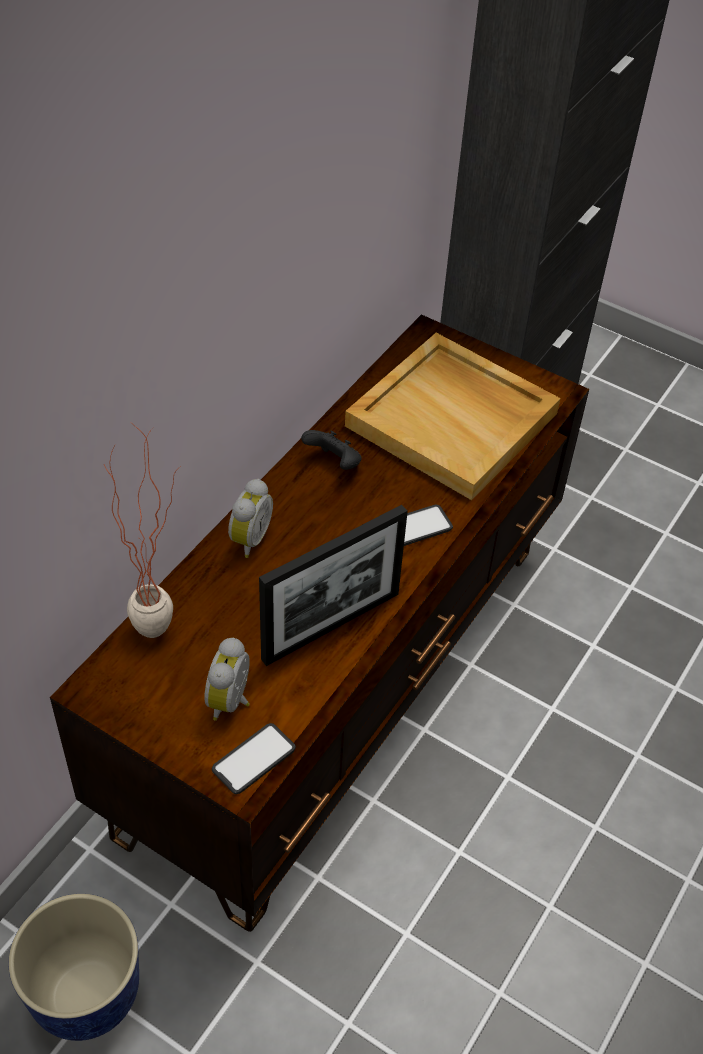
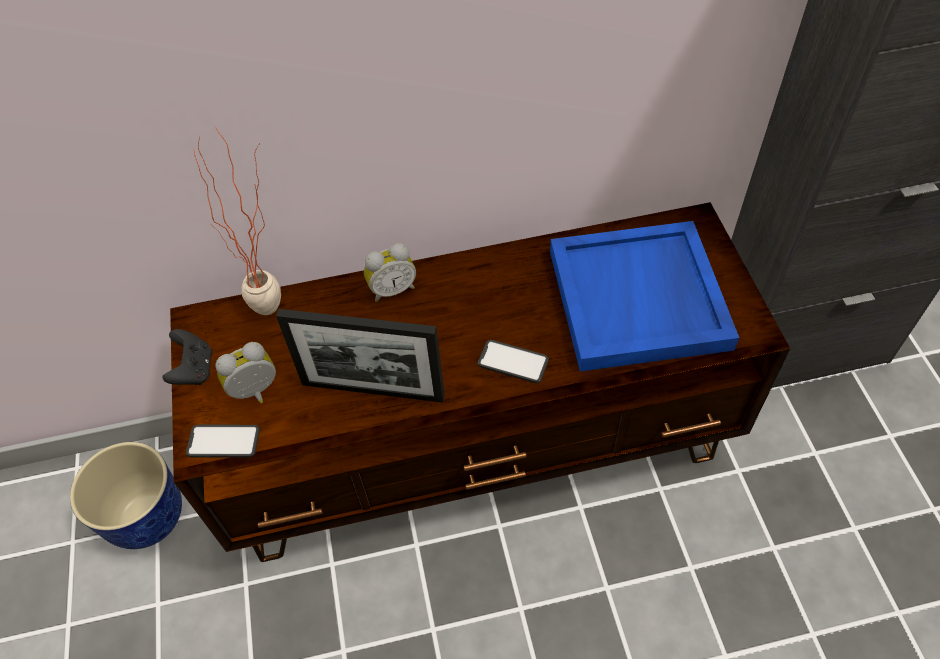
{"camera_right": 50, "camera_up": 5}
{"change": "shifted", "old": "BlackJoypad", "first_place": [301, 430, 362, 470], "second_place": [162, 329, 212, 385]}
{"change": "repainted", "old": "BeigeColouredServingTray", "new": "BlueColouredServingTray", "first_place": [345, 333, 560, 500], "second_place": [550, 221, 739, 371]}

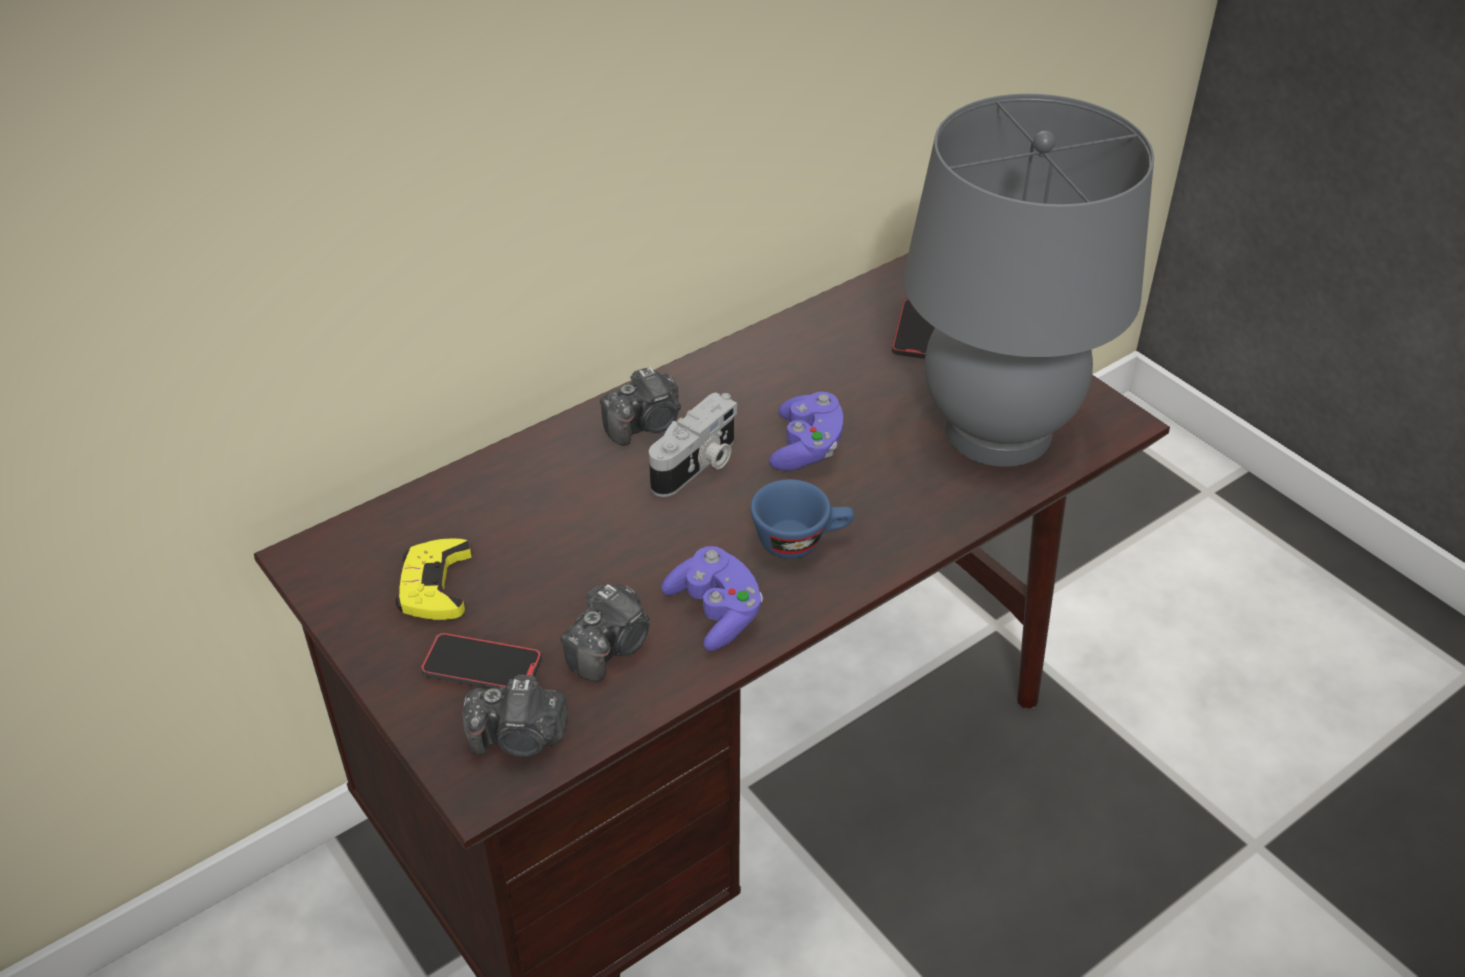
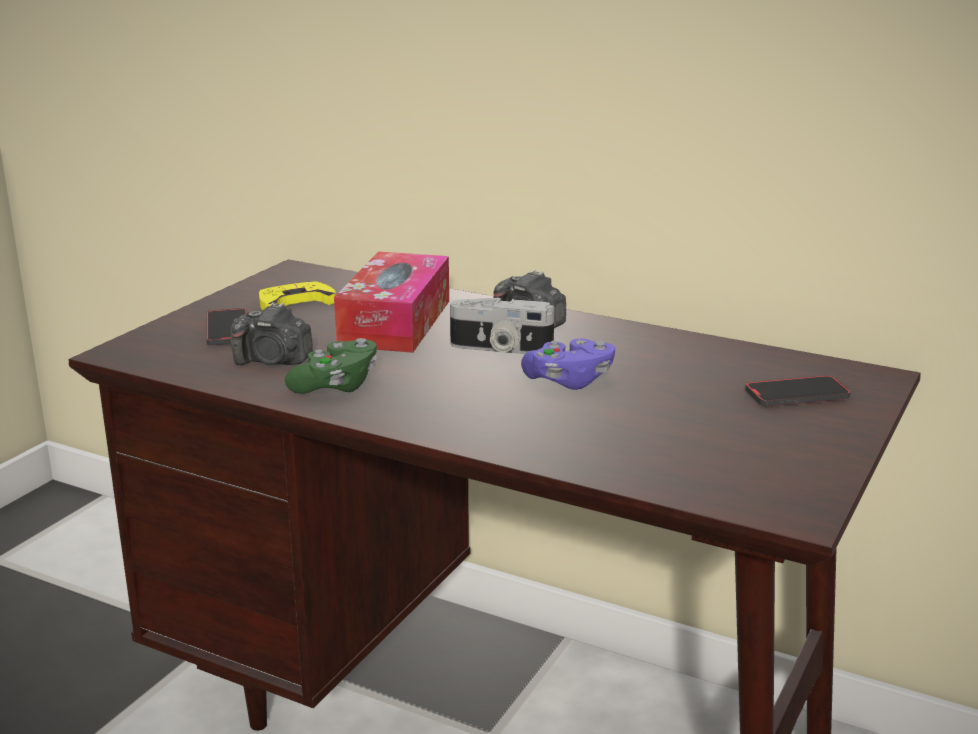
{"camera_right": 65, "camera_up": -20}
{"change": "repainted", "old": "PurpleJoypad", "new": "GreenJoypad", "first_place": [661, 546, 763, 651], "second_place": [285, 338, 377, 394]}
{"change": "new", "new": "BoxOfTissues", "second_place": [334, 252, 449, 353]}
{"change": "gone", "old": "PhotoCamera", "first_place": [462, 675, 568, 757]}
{"change": "gone", "old": "BlueColouredSmallCup", "first_place": [750, 479, 854, 559]}
{"change": "gone", "old": "GreyishTableLamp", "first_place": [904, 94, 1154, 467]}

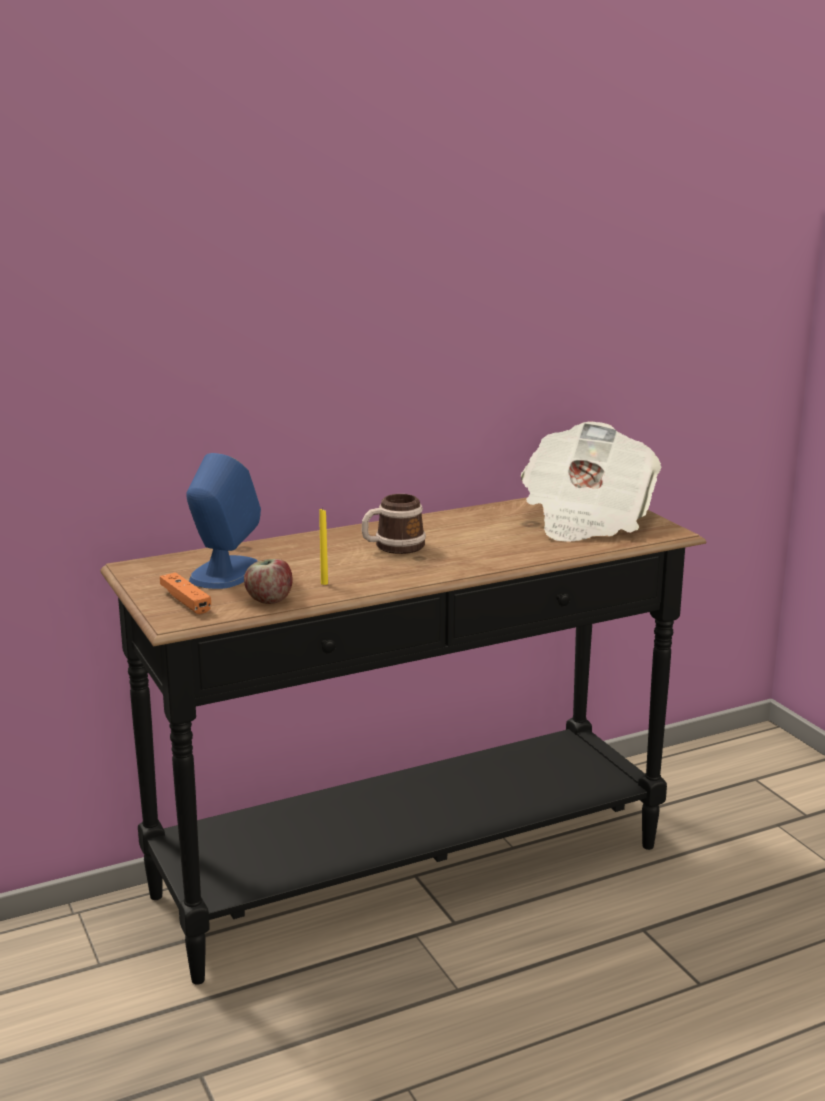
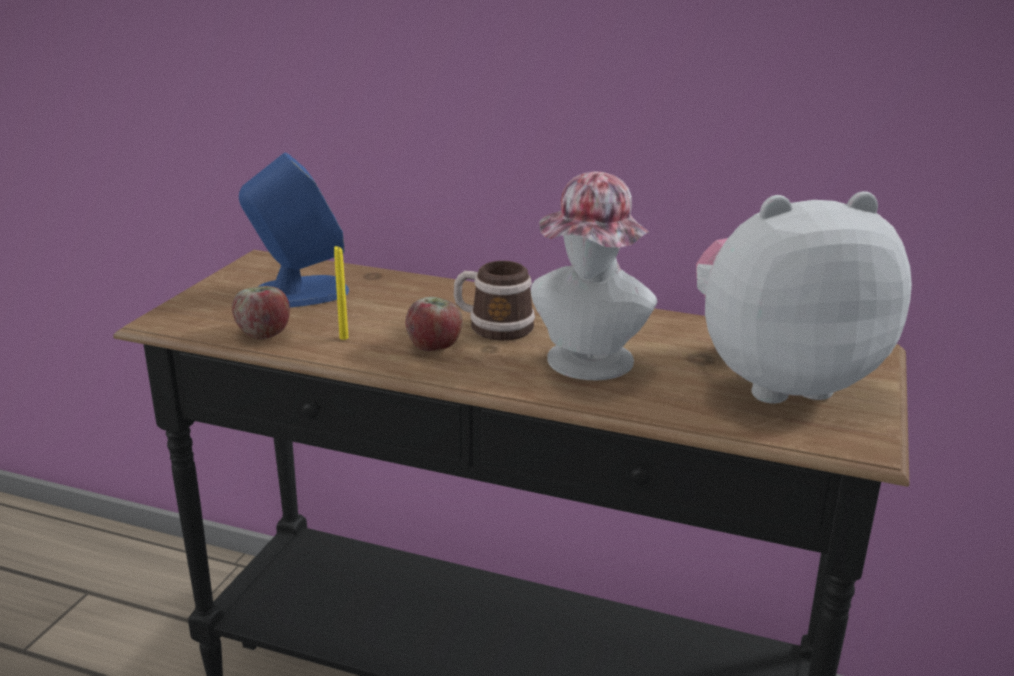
{"camera_right": 45, "camera_up": 5}
{"change": "new", "new": "Apple", "second_place": [405, 297, 463, 351]}
{"change": "new", "new": "WearableHat", "second_place": [531, 171, 658, 380]}
{"change": "swapped", "old": "Newspaper", "new": "CuddlyToy", "first_place": [521, 422, 661, 542], "second_place": [696, 191, 912, 403]}
{"change": "gone", "old": "OrangeColouredJoypad", "first_place": [160, 572, 211, 614]}

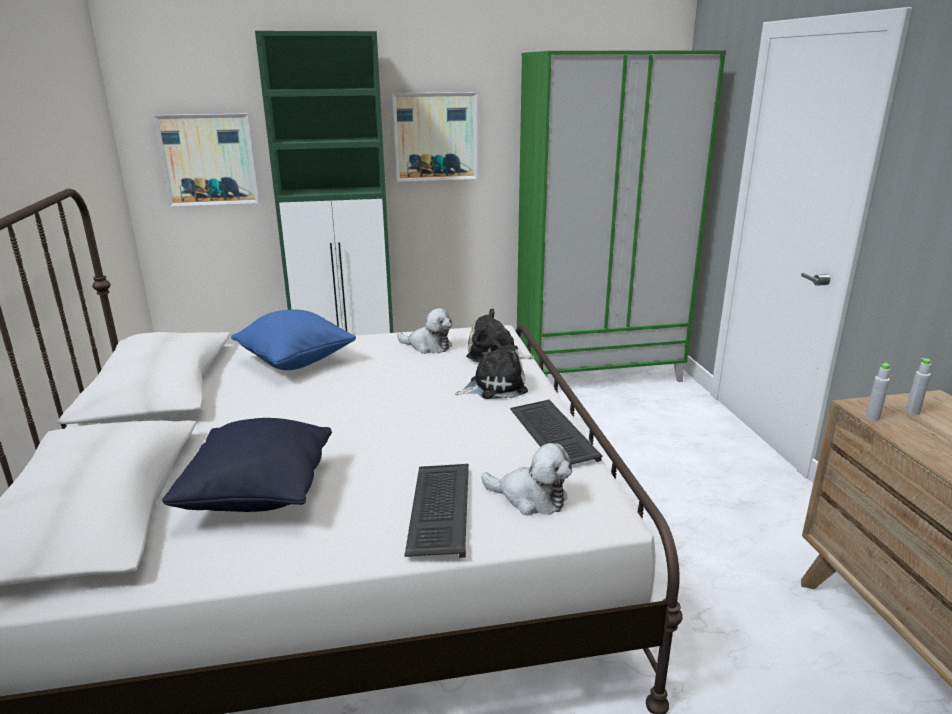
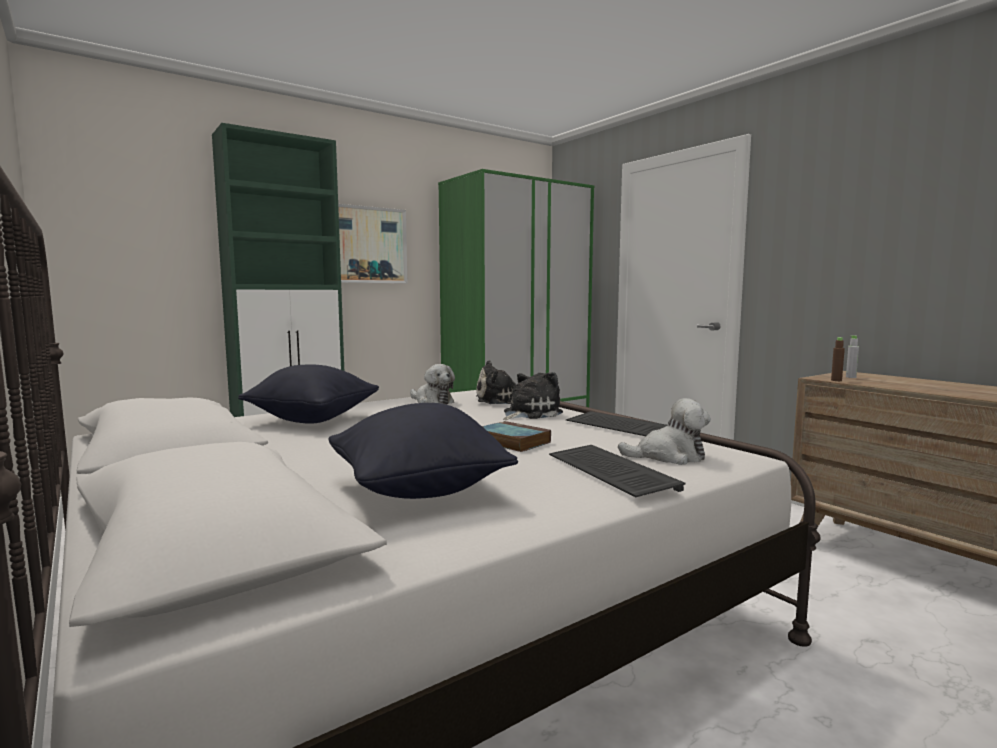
{"camera_right": -25, "camera_up": -15}
{"change": "repainted", "old": "BlueColouredPillow", "new": "BlackPillow", "first_place": [231, 310, 356, 370], "second_place": [238, 365, 379, 424]}
{"change": "rotated", "old": "CuddlyToy", "first_place": [397, 308, 452, 354], "second_place": [410, 364, 455, 404], "degrees": 45}
{"change": "new", "new": "Book", "second_place": [482, 421, 551, 452]}
{"change": "repainted", "old": "GreyishBottle", "new": "BrownBottle", "first_place": [866, 363, 890, 421], "second_place": [831, 337, 845, 381]}
{"change": "gone", "old": "WallArt", "first_place": [154, 113, 260, 207]}

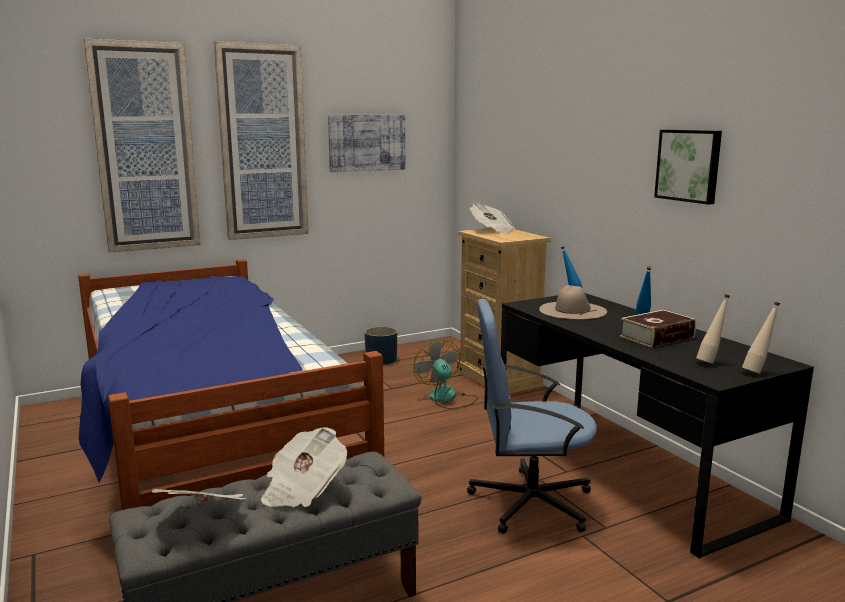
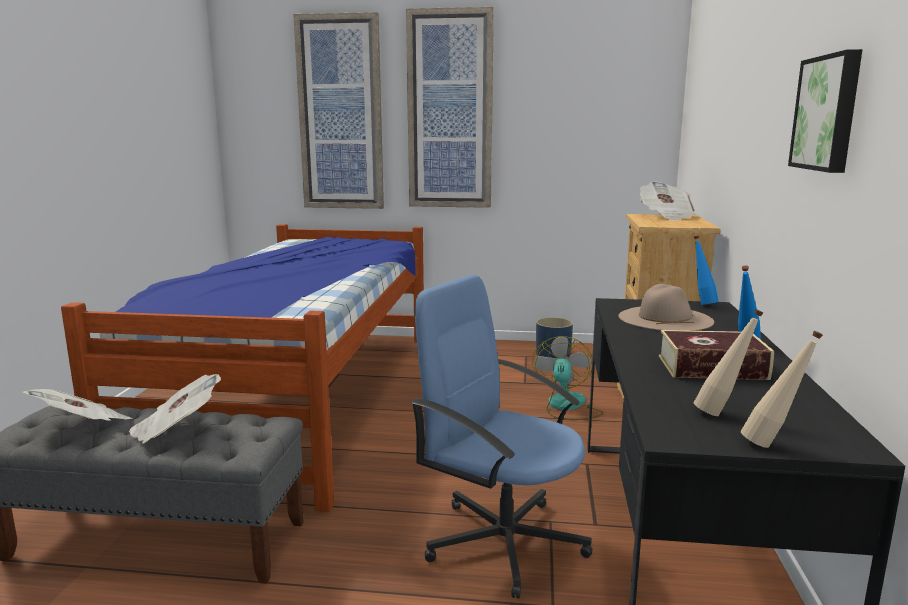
{"camera_right": 35, "camera_up": 0}
{"change": "gone", "old": "WallArt", "first_place": [328, 115, 405, 172]}

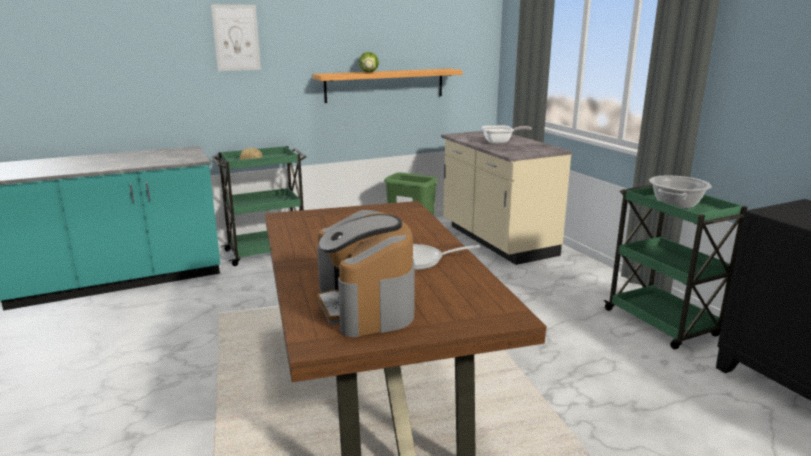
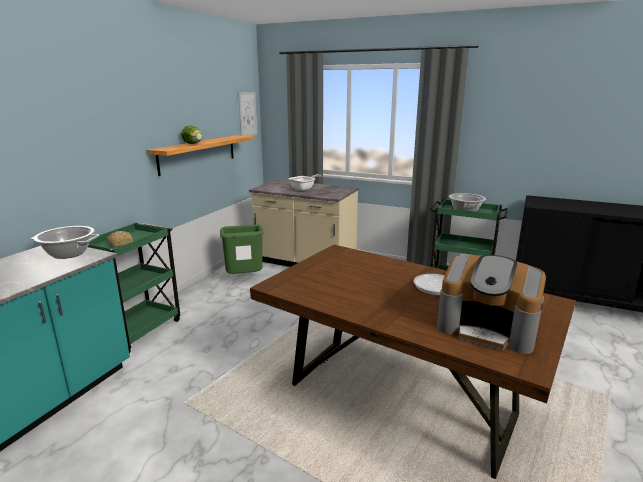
{"camera_right": -40, "camera_up": 0}
{"change": "new", "new": "Saucepot", "second_place": [31, 226, 99, 259]}
{"change": "shifted", "old": "WallArt", "first_place": [211, 5, 261, 71], "second_place": [238, 92, 257, 136]}

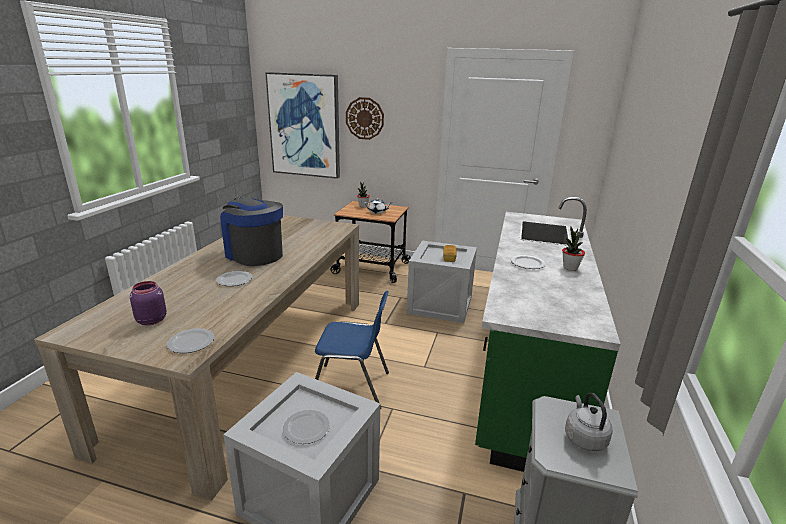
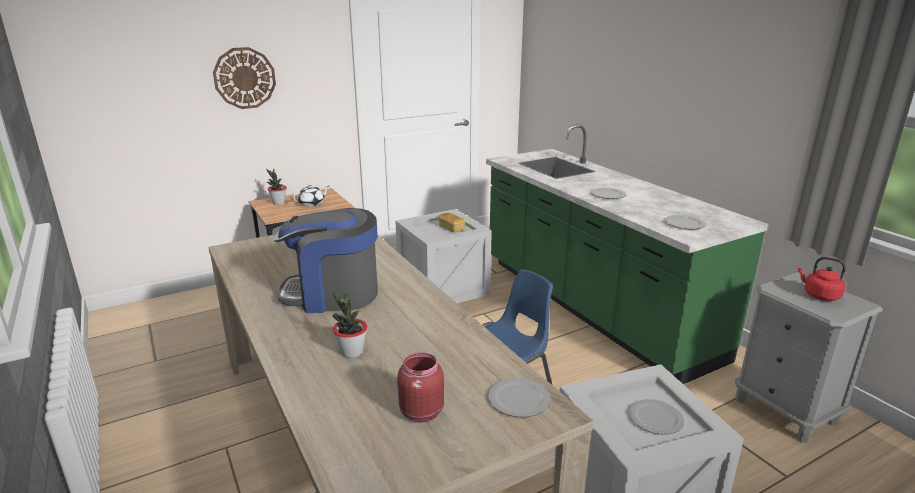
{"camera_right": -45, "camera_up": 0}
{"change": "shifted", "old": "PlantInAPot", "first_place": [562, 227, 585, 271], "second_place": [332, 292, 367, 358]}
{"change": "repainted", "old": "PurpleJar", "new": "RedColouredJar", "first_place": [130, 281, 167, 325], "second_place": [397, 352, 444, 422]}
{"change": "shifted", "old": "Plate", "first_place": [216, 271, 252, 286], "second_place": [664, 215, 706, 229]}
{"change": "repainted", "old": "GreyishWaterKettle", "new": "RedColouredWaterKettle", "first_place": [565, 393, 613, 451], "second_place": [798, 257, 846, 301]}
{"change": "gone", "old": "WallArt", "first_place": [265, 72, 340, 179]}

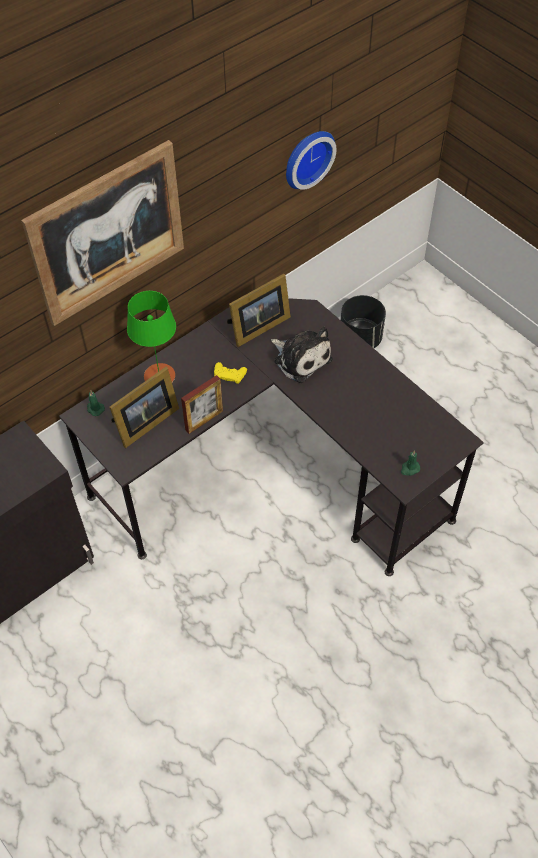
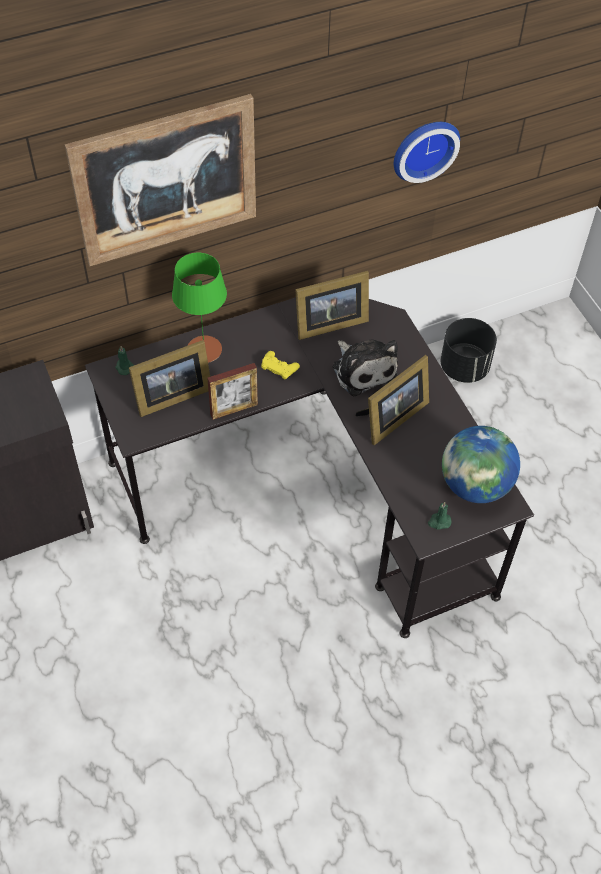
{"camera_right": 15, "camera_up": 0}
{"change": "new", "new": "PhotoFrame", "second_place": [355, 355, 429, 445]}
{"change": "new", "new": "WorldGlobe", "second_place": [442, 426, 520, 503]}

